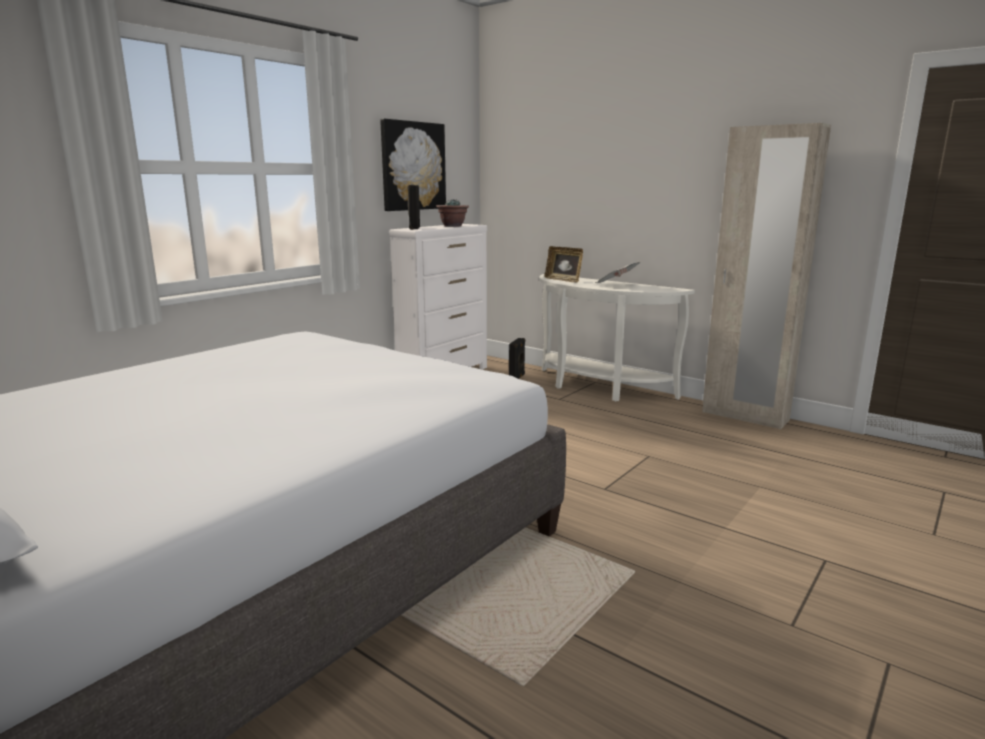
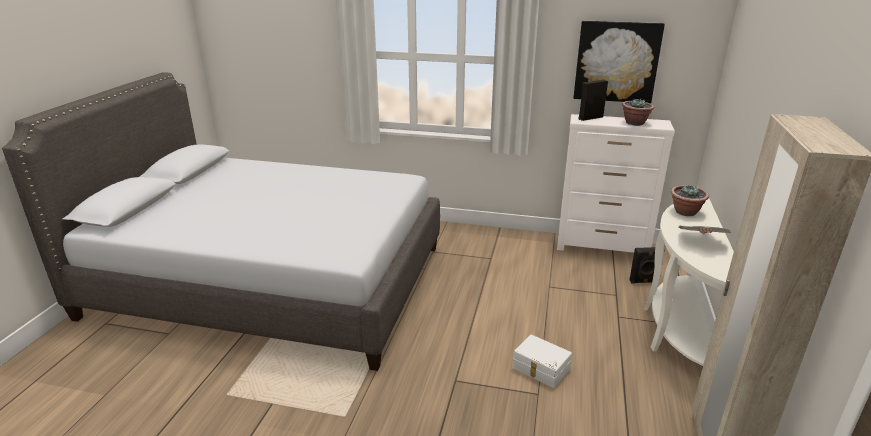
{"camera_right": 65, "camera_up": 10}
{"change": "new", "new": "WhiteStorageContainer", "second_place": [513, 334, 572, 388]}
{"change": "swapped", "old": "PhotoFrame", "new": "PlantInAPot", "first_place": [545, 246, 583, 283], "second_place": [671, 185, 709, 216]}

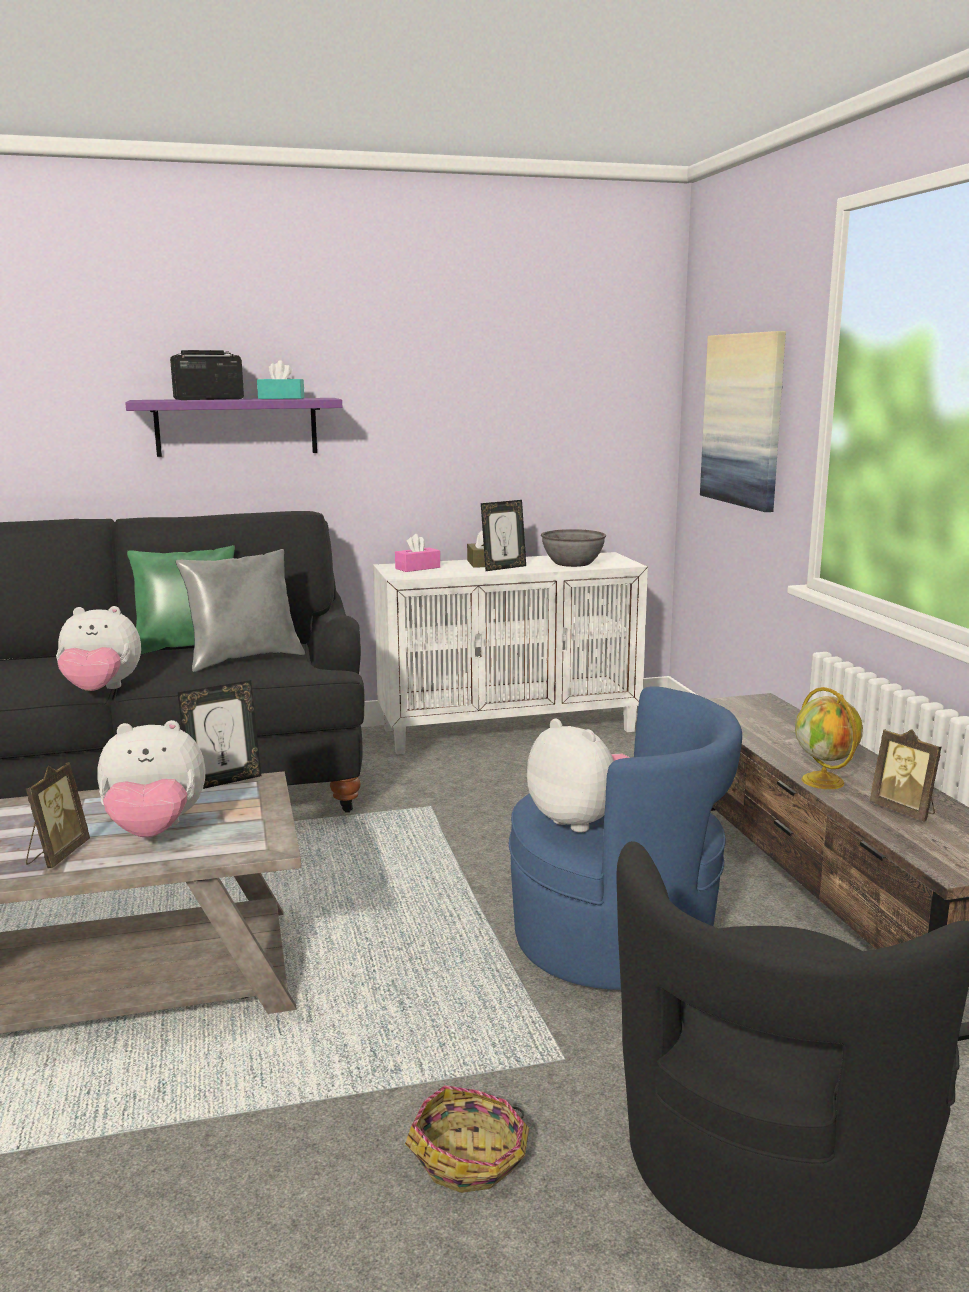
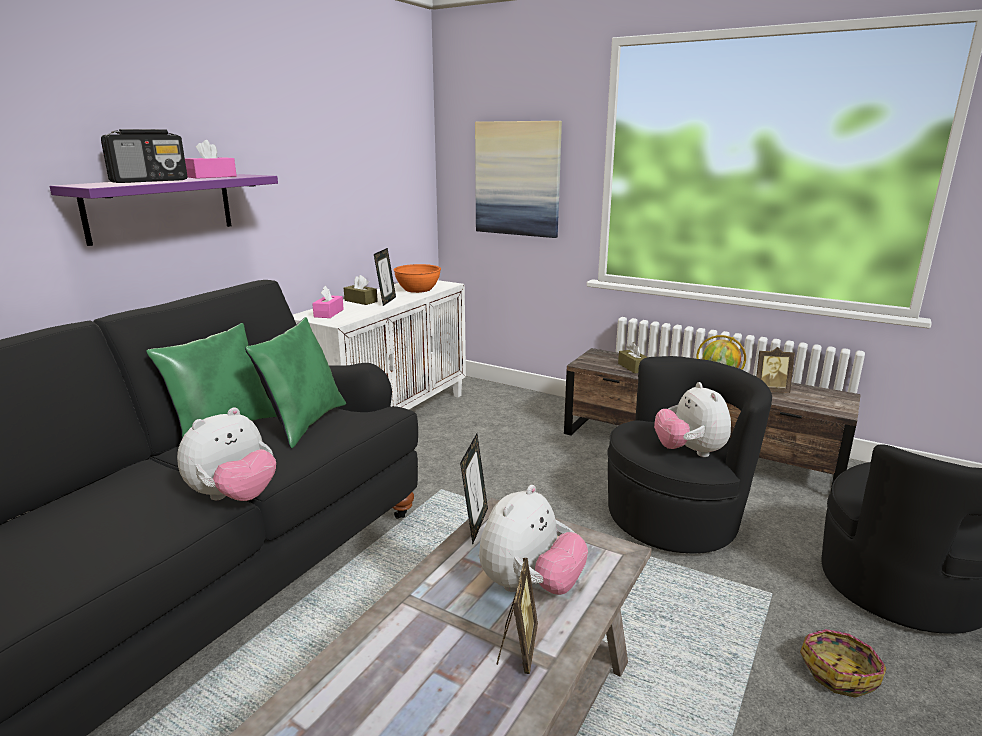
{"camera_right": -45, "camera_up": 5}
{"change": "rotated", "old": "RadioReceiver", "first_place": [170, 350, 244, 400], "second_place": [101, 129, 188, 183], "degrees": -150}
{"change": "repainted", "old": "TurquoiseColouredBoxOfTissues", "new": "PinkBoxOfTissues", "first_place": [257, 360, 304, 399], "second_place": [185, 140, 237, 179]}
{"change": "repainted", "old": "GreyishPillow", "new": "GreenPillow", "first_place": [176, 549, 305, 672], "second_place": [245, 317, 346, 448]}
{"change": "repainted", "old": "GreyishBowl", "new": "OrangeColouredBowl", "first_place": [541, 529, 606, 567], "second_place": [393, 264, 441, 293]}
{"change": "rotated", "old": "PhotoFrame", "first_place": [26, 762, 90, 868], "second_place": [497, 558, 538, 674], "degrees": 45}
{"change": "repainted", "old": "BlueColouredArmchair", "new": "BlackArmchair", "first_place": [509, 686, 742, 990], "second_place": [607, 356, 772, 553]}
{"change": "new", "new": "BrownBoxOfTissues", "second_place": [618, 342, 647, 373]}
{"change": "rotated", "old": "CuddlyToy", "first_place": [527, 719, 630, 832], "second_place": [654, 382, 731, 457], "degrees": -105}

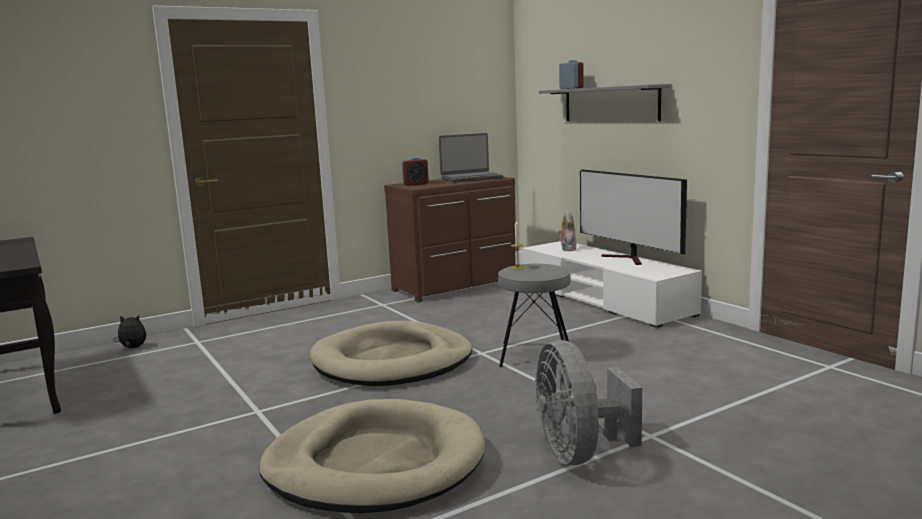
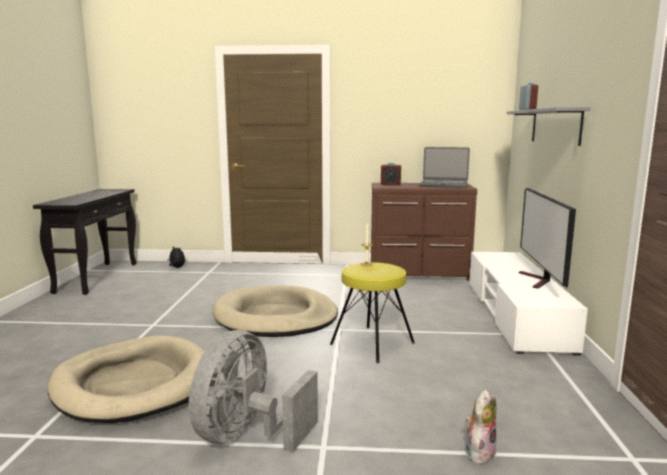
{"camera_right": 35, "camera_up": 0}
{"change": "repainted", "old": "GreyishSittingStool", "new": "YellowSittingStool", "first_place": [498, 264, 571, 367], "second_place": [330, 262, 415, 363]}
{"change": "shifted", "old": "CuddlyToy", "first_place": [558, 211, 576, 251], "second_place": [466, 389, 496, 466]}

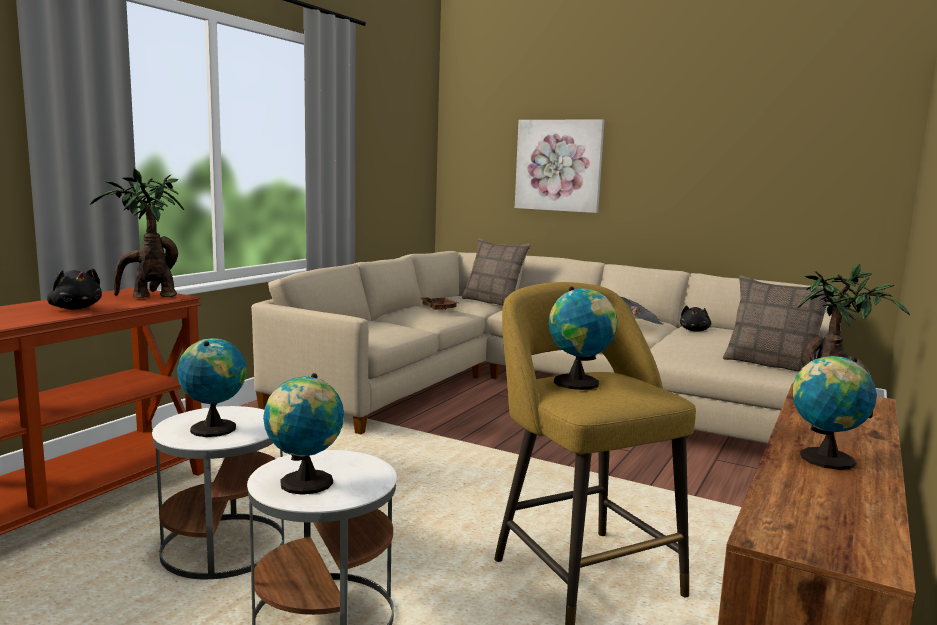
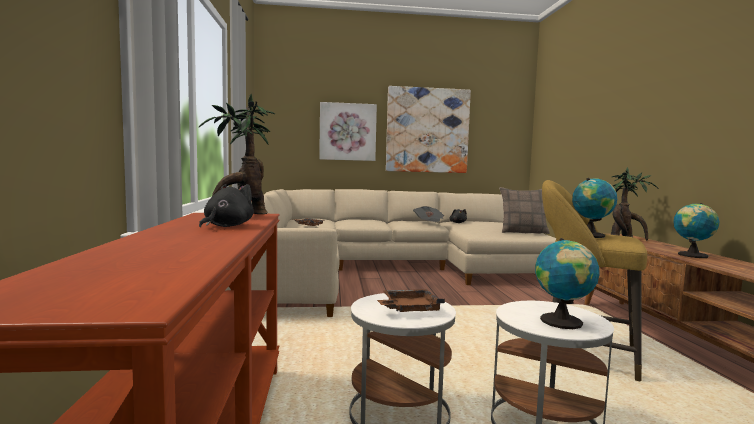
{"camera_right": -35, "camera_up": -5}
{"change": "rotated", "old": "BlackCuddlyToy", "first_place": [47, 268, 102, 309], "second_place": [199, 184, 254, 227], "degrees": -75}
{"change": "swapped", "old": "WorldGlobe", "new": "BrownServingTray", "first_place": [177, 338, 246, 437], "second_place": [377, 289, 445, 312]}
{"change": "new", "new": "WallArt", "second_place": [386, 86, 471, 173]}
{"change": "gone", "old": "Pillow", "first_place": [462, 238, 531, 306]}

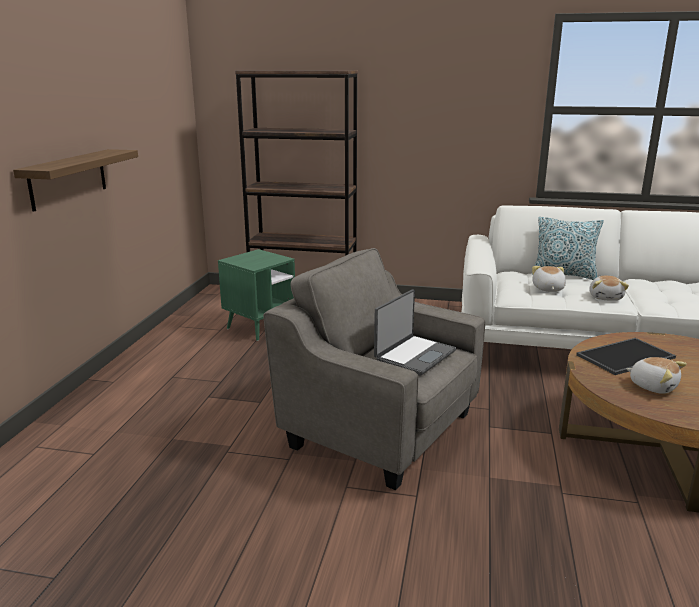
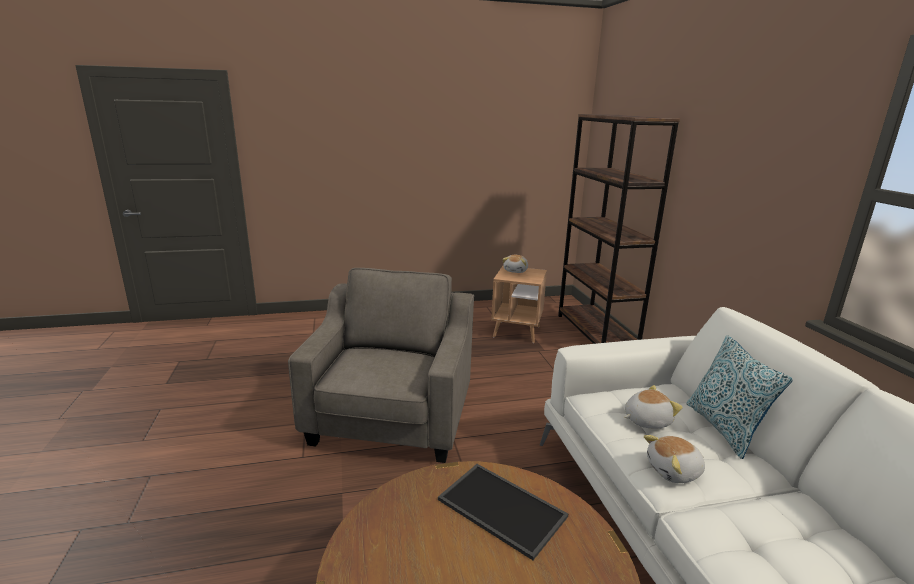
{"camera_right": 65, "camera_up": 0}
{"change": "repainted", "old": "GreenSideTable", "new": "BrownSideTable", "first_place": [218, 249, 295, 341], "second_place": [491, 266, 547, 343]}
{"change": "shifted", "old": "CuddlyToy", "first_place": [626, 357, 687, 394], "second_place": [502, 255, 528, 273]}
{"change": "gone", "old": "Shelf", "first_place": [13, 149, 138, 212]}
{"change": "gone", "old": "PortableComputer", "first_place": [374, 289, 456, 376]}

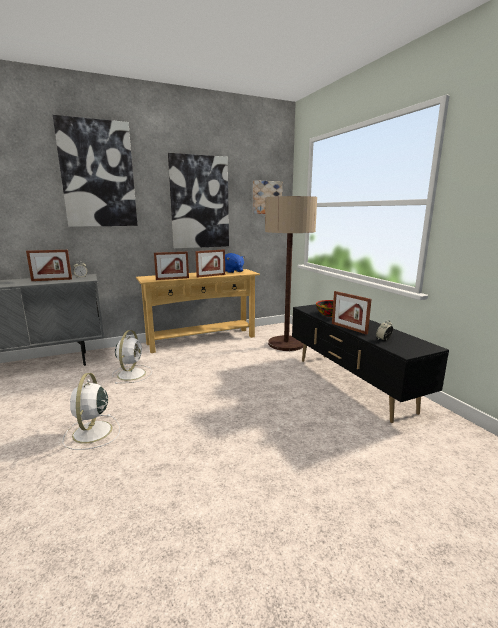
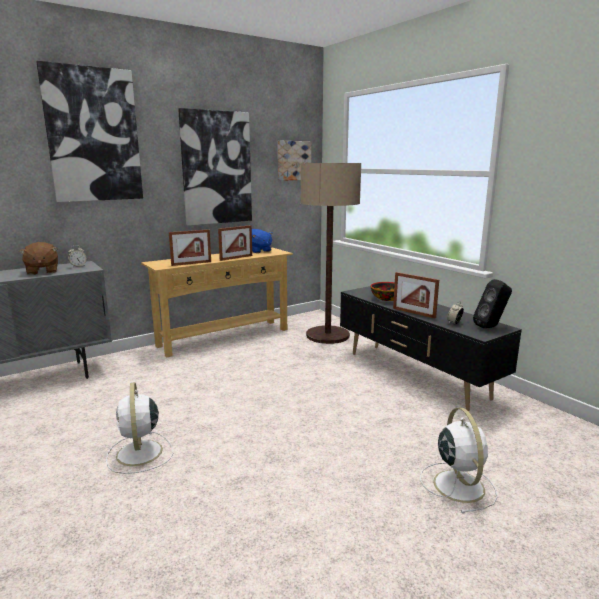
{"camera_right": -10, "camera_up": 0}
{"change": "swapped", "old": "PhotoFrame", "new": "BrownCuddlyToy", "first_place": [26, 250, 72, 281], "second_place": [19, 242, 58, 275]}
{"change": "shifted", "old": "WhiteElectricFan", "first_place": [112, 330, 152, 384], "second_place": [420, 408, 498, 514]}
{"change": "new", "new": "BlackAudioSpeaker", "second_place": [473, 279, 512, 328]}

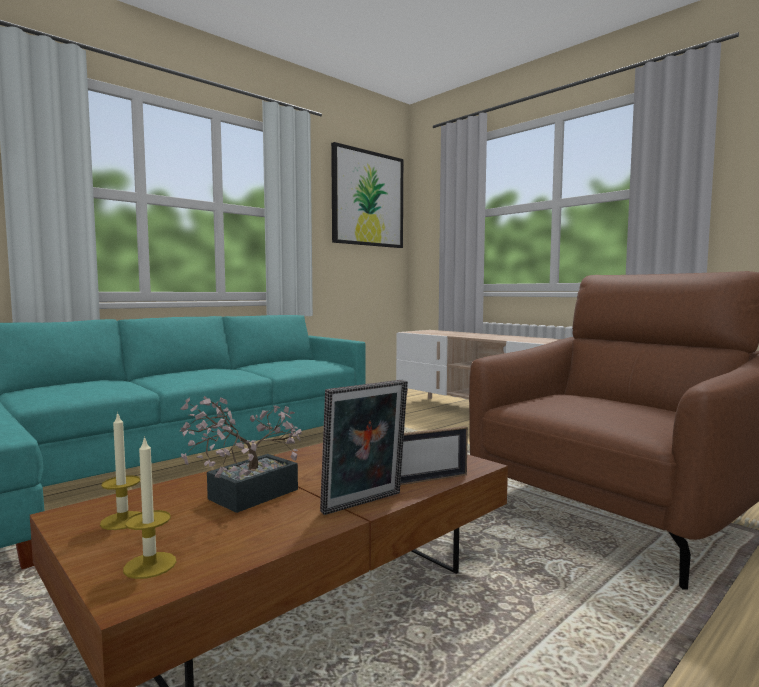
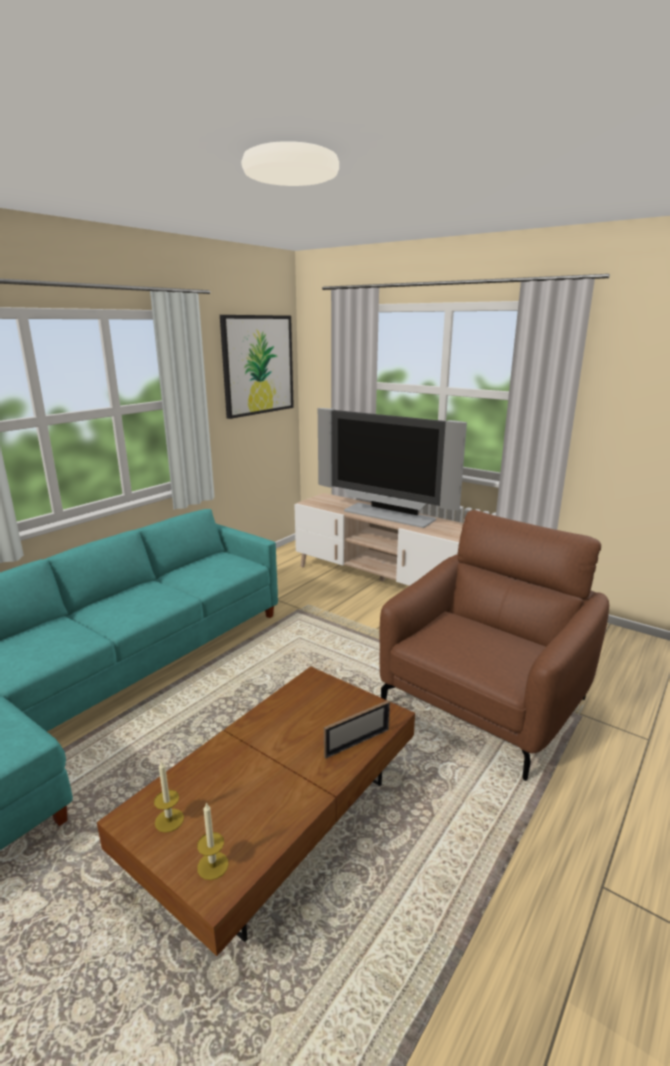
{"camera_right": -10, "camera_up": 15}
{"change": "new", "new": "Television", "second_place": [318, 408, 467, 528]}
{"change": "gone", "old": "PlantInAPot", "first_place": [180, 396, 302, 513]}
{"change": "gone", "old": "PhotoFrame", "first_place": [320, 380, 408, 515]}

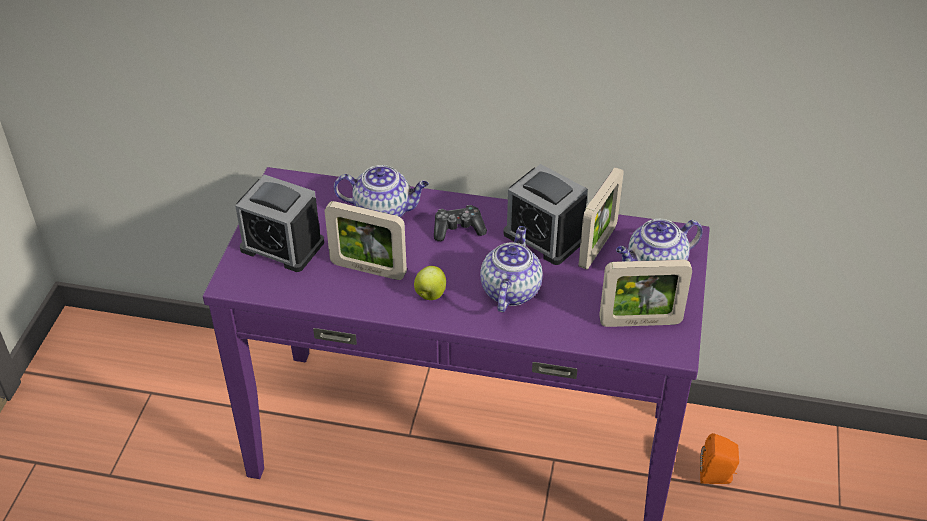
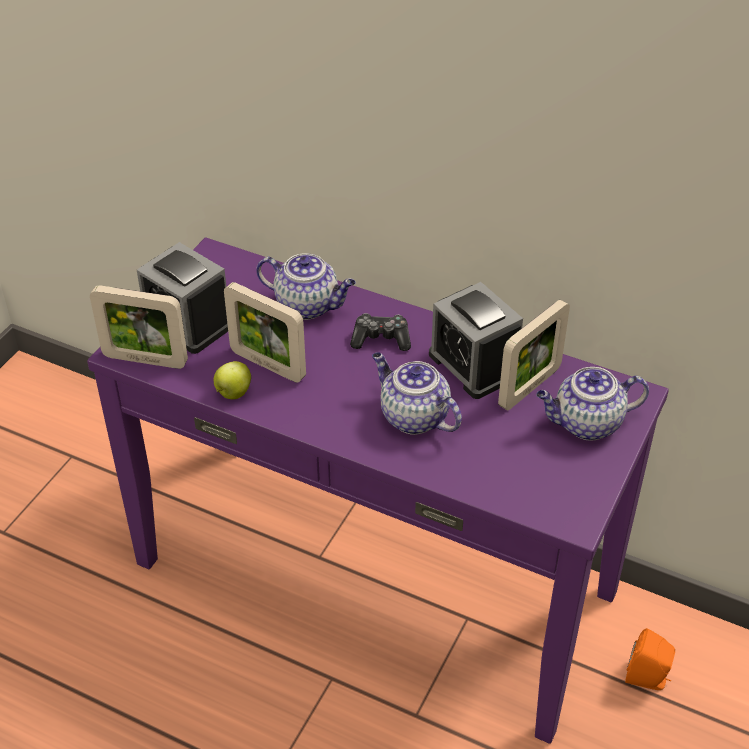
{"camera_right": 15, "camera_up": 0}
{"change": "shifted", "old": "PhotoFrame", "first_place": [599, 260, 692, 327], "second_place": [90, 285, 188, 369]}
{"change": "shifted", "old": "Apple", "first_place": [414, 266, 446, 300], "second_place": [214, 361, 251, 399]}
{"change": "rotated", "old": "PotForTea", "first_place": [480, 226, 543, 312], "second_place": [372, 352, 462, 435], "degrees": -75}

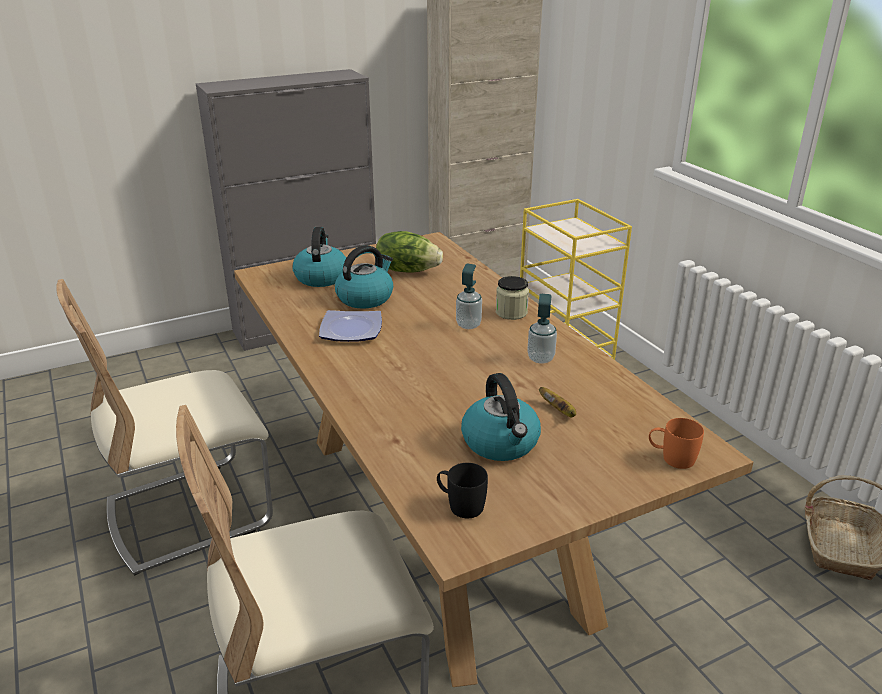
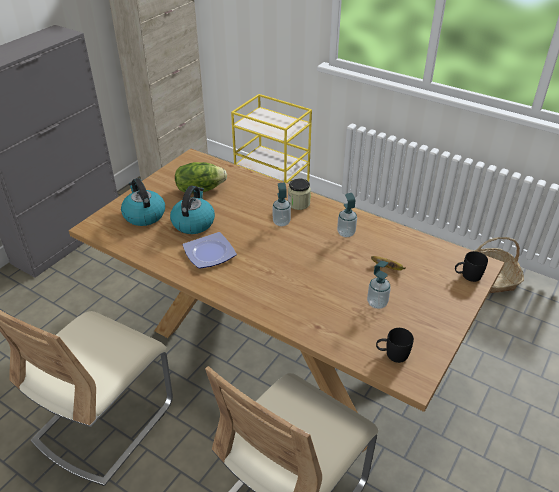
{"camera_right": -30, "camera_up": 10}
{"change": "swapped", "old": "WaterKettle", "new": "SoapBottle", "first_place": [461, 373, 541, 461], "second_place": [367, 261, 391, 309]}
{"change": "repainted", "old": "OrangeColouredMug", "new": "BlackMug", "first_place": [649, 418, 704, 469], "second_place": [455, 251, 488, 282]}

